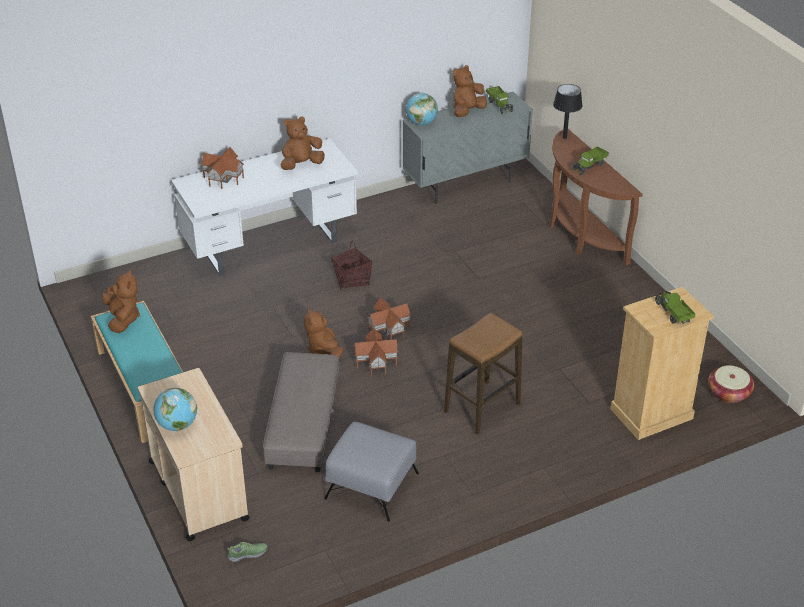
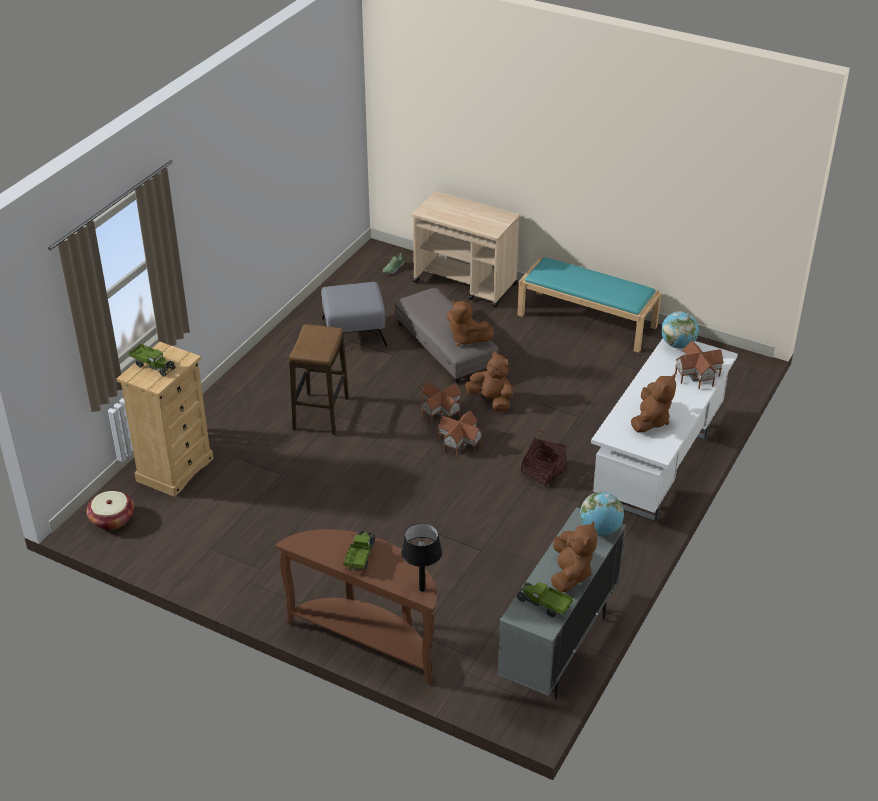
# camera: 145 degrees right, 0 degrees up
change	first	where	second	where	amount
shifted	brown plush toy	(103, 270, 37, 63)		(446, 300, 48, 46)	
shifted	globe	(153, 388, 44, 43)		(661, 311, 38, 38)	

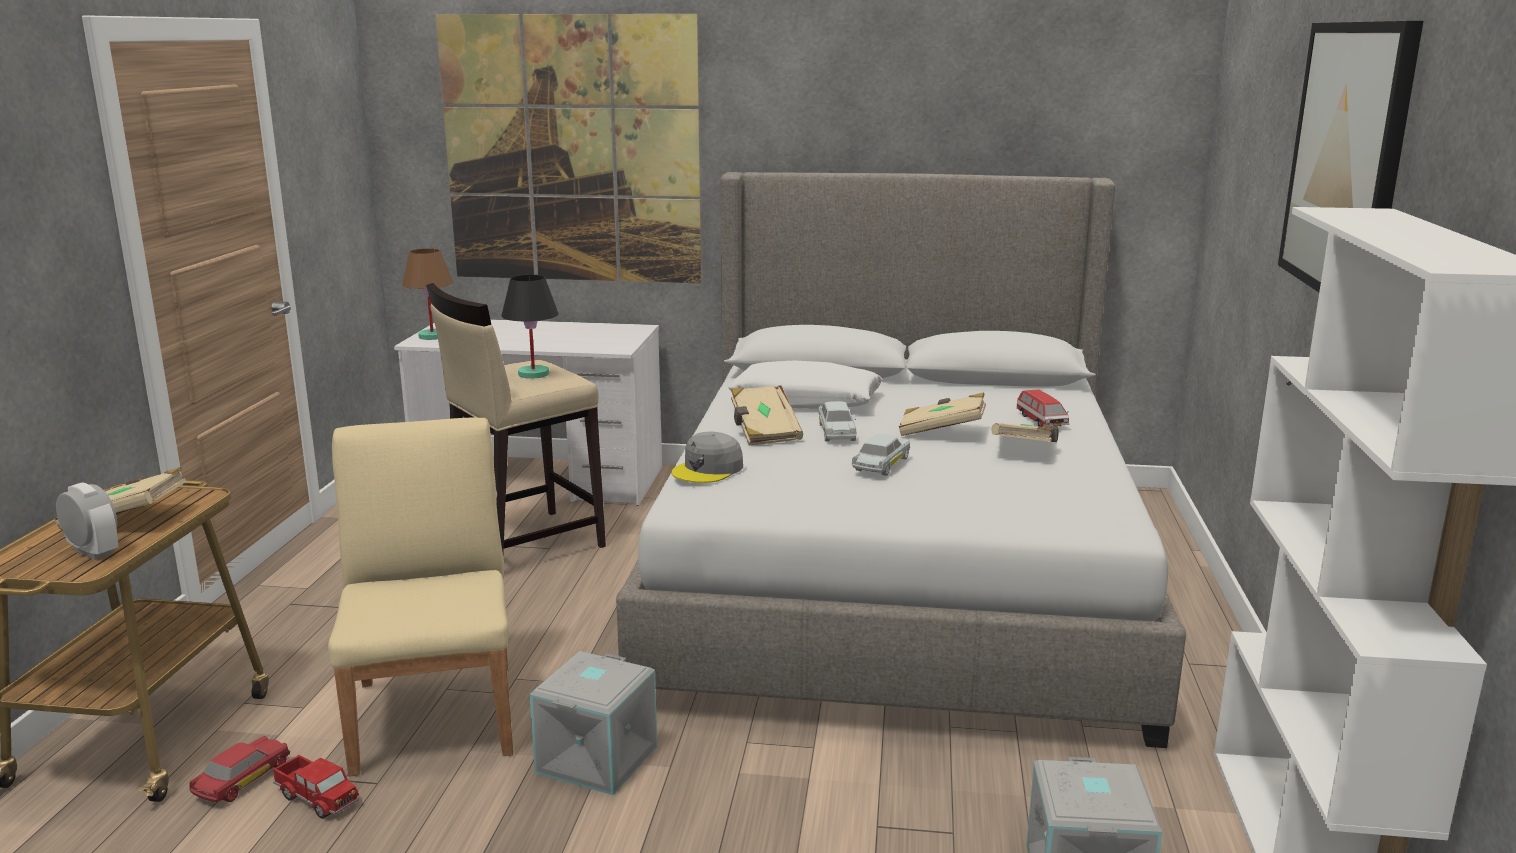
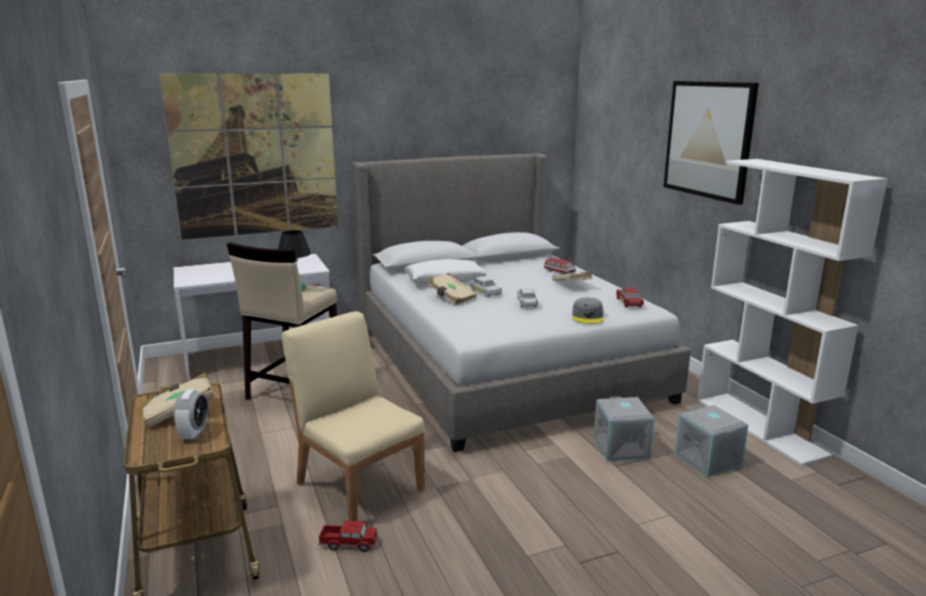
# camera: 30 degrees left, 0 degrees up
change	first	where	second	where	amount
rotated	alarm clock	(56, 482, 62, 78)		(173, 389, 35, 52)	90 degrees clockwise
shifted	grey cap	(671, 431, 72, 52)		(572, 297, 32, 27)	
shifted	grey storage box	(529, 651, 128, 144)		(594, 396, 61, 65)	
shifted	red toy car	(190, 736, 100, 66)		(616, 288, 28, 20)	
gone	brown table lamp	(402, 248, 51, 92)			
gone	beige book	(899, 393, 87, 43)			

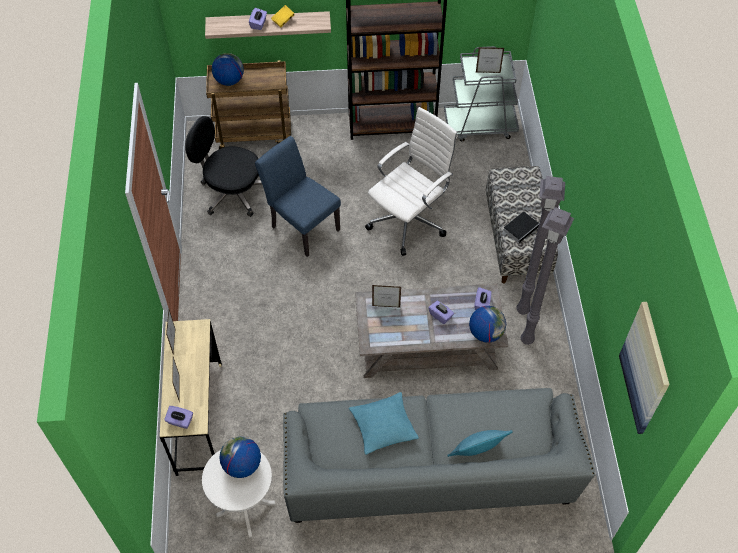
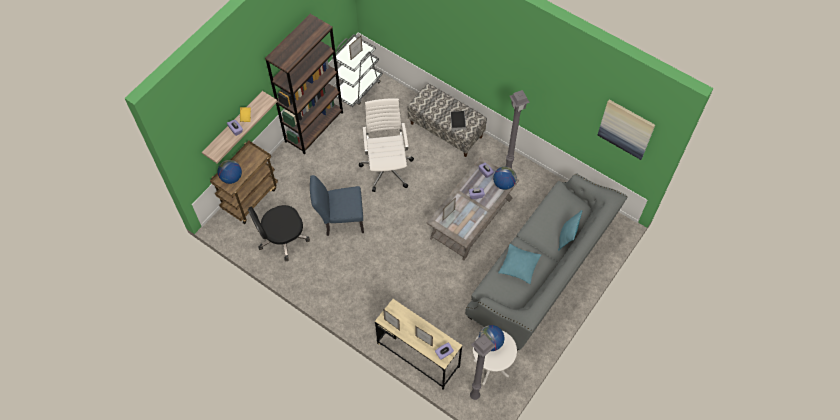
# camera: 50 degrees left, 5 degrees up
change	first	where	second	where	amount
shifted	grey floor lamp	(516, 176, 49, 139)		(470, 334, 25, 66)	

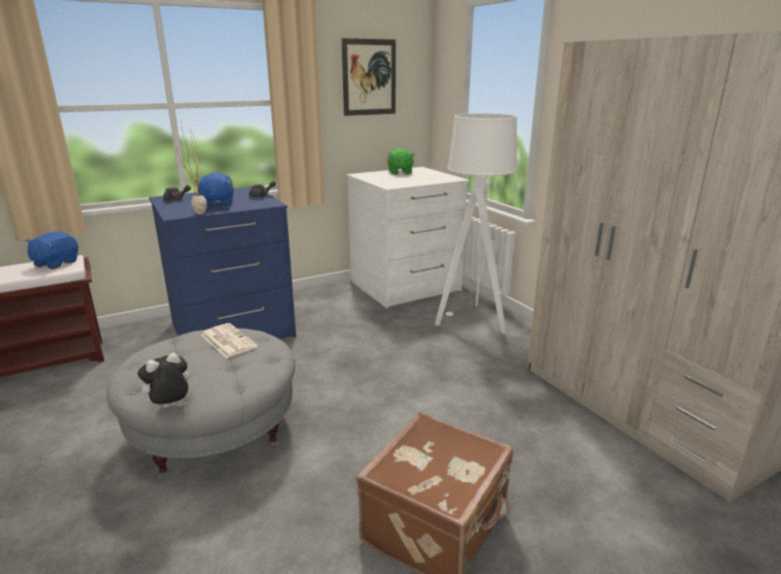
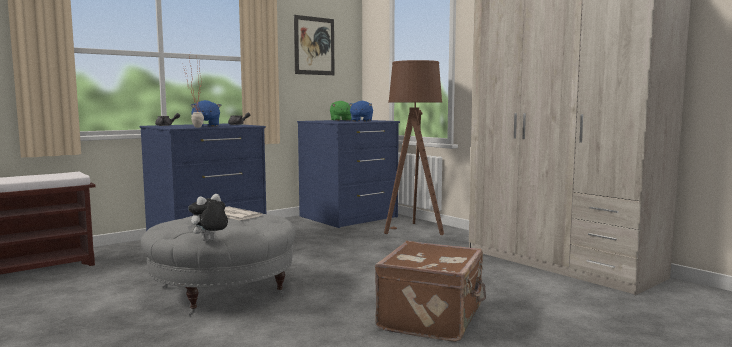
# camera: 10 degrees left, 15 degrees down
change	first	where	second	where	amount
repainted	white dresser	(347, 167, 122, 141)	blue dresser	(297, 120, 103, 108)	
shifted	blue plush toy	(25, 231, 53, 38)		(349, 101, 24, 21)	
repainted	white floor lamp	(435, 113, 83, 220)	brown floor lamp	(384, 60, 60, 175)	

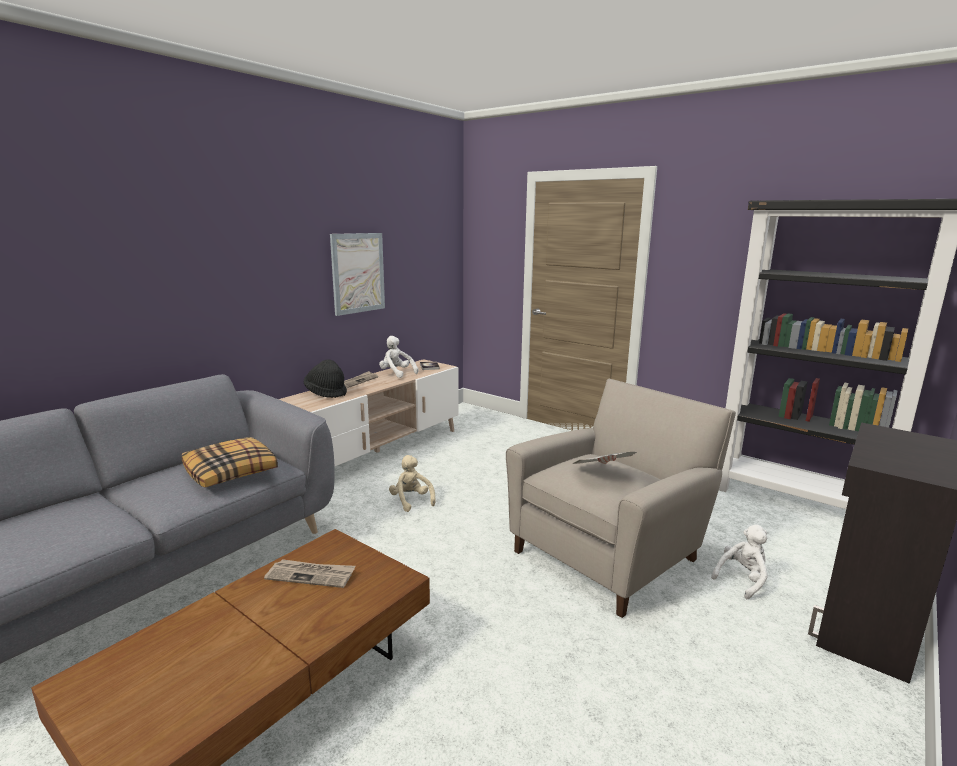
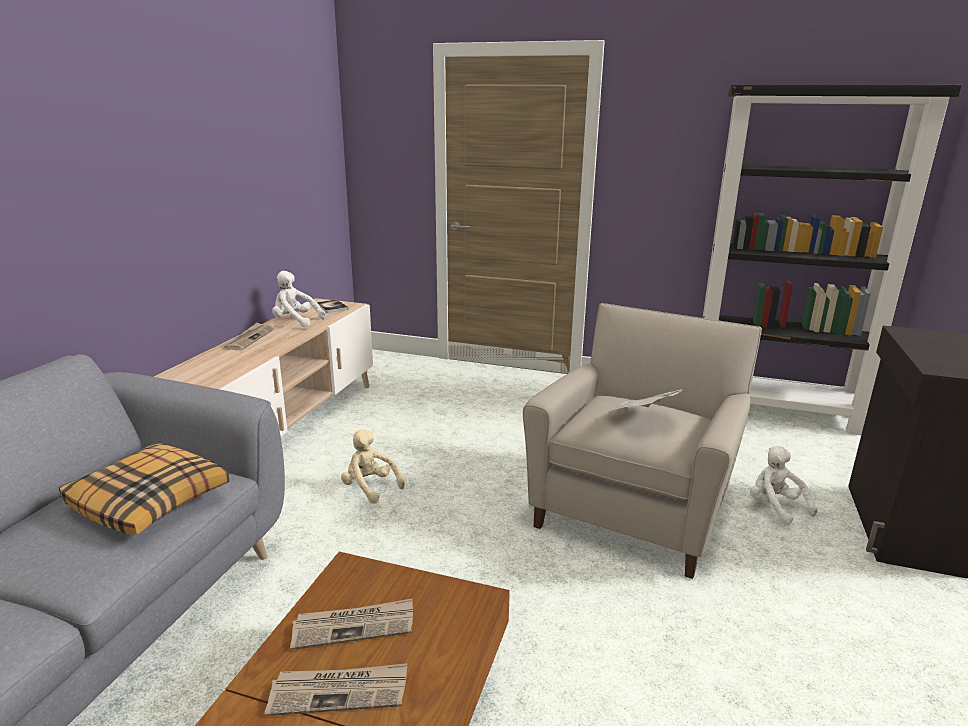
# camera: 20 degrees left, 5 degrees up
change	first	where	second	where	amount
new			newspaper	(265, 663, 142, 53)	
rotated	white plush toy	(711, 524, 57, 75)		(750, 446, 67, 79)	60 degrees counterclockwise
gone	black hat	(304, 359, 43, 39)			
gone	picture	(330, 233, 55, 83)			

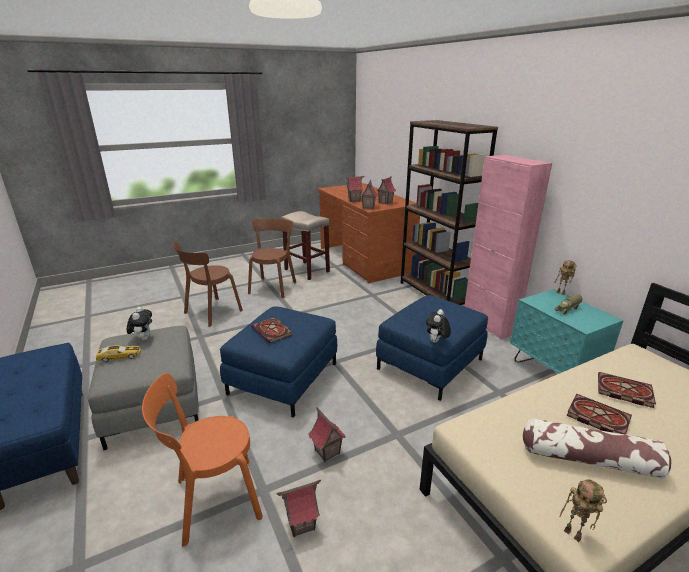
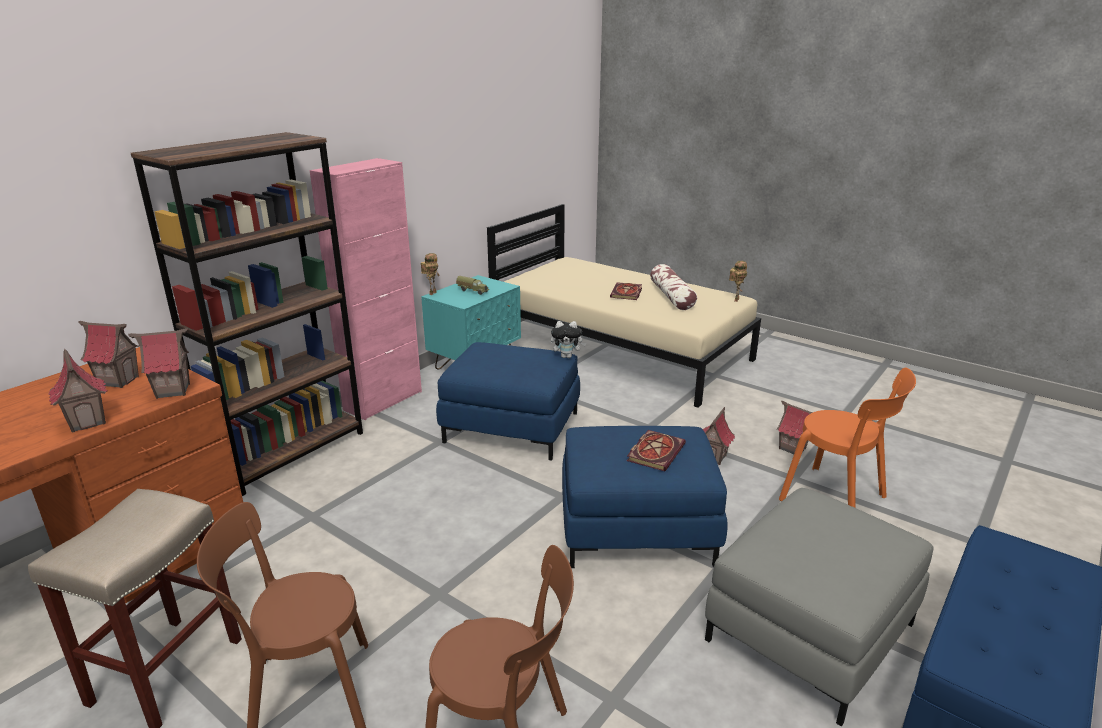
# camera: 115 degrees left, 0 degrees up
change	first	where	second	where	amount
gone	toy car	(96, 345, 45, 17)			
gone	plush toy	(127, 307, 25, 33)			
gone	book	(598, 372, 58, 36)			

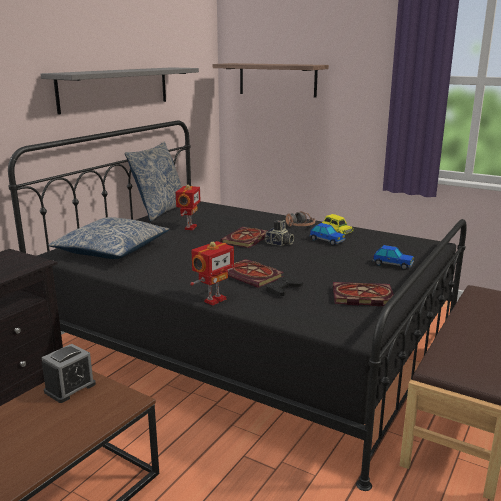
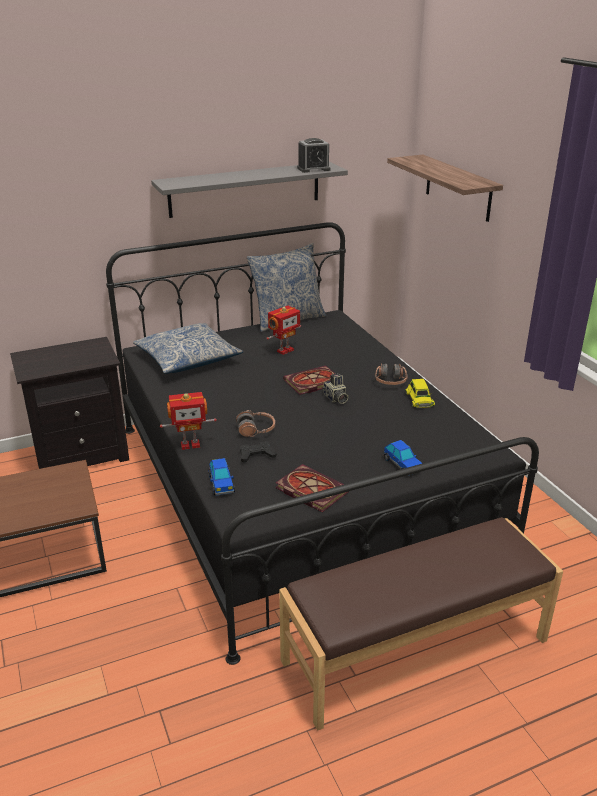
# camera: 35 degrees right, 10 degrees up
change	first	where	second	where	amount
shifted	toy car	(310, 223, 35, 23)		(208, 458, 27, 37)	
swapped	book	(228, 259, 56, 29)	headphones	(236, 410, 39, 27)	
shifted	alarm clock	(42, 344, 54, 59)		(297, 138, 33, 35)	

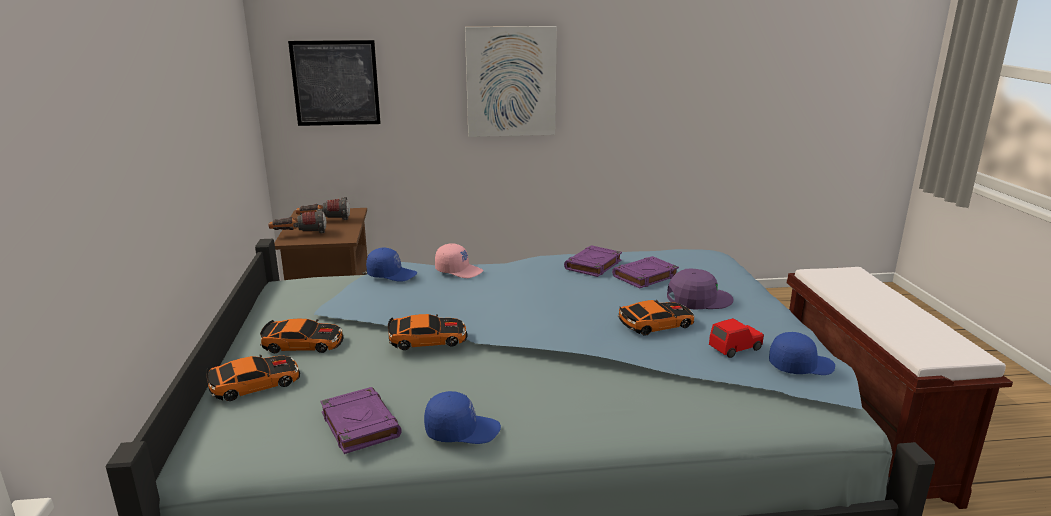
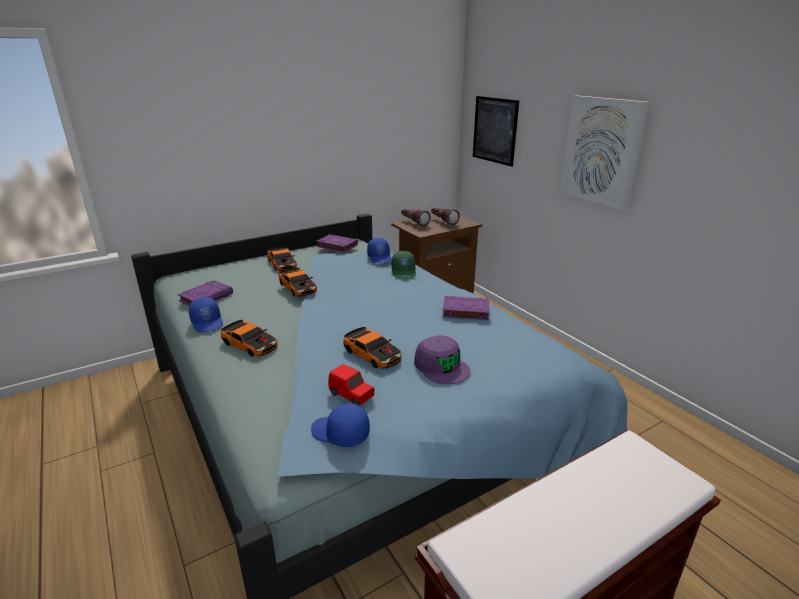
# camera: 65 degrees right, 5 degrees up
change	first	where	second	where	amount
shifted	toy car	(206, 355, 94, 46)		(221, 320, 56, 36)	
rotated	blue cap	(769, 332, 66, 43)		(311, 403, 59, 44)	150 degrees clockwise
shifted	purple book	(612, 256, 67, 33)		(316, 234, 42, 18)	
repainted	pink cap	(435, 243, 48, 35)	green cap	(391, 251, 25, 27)	

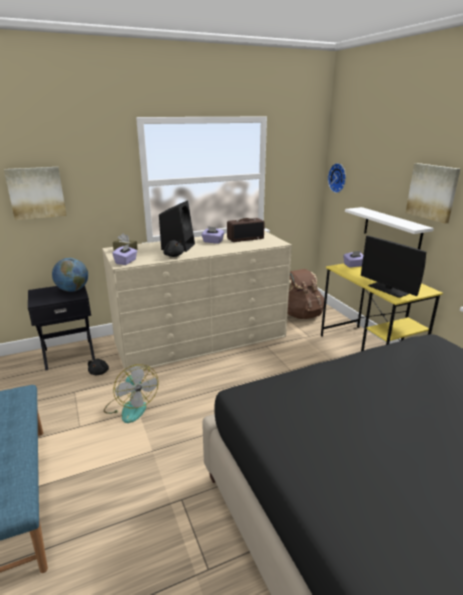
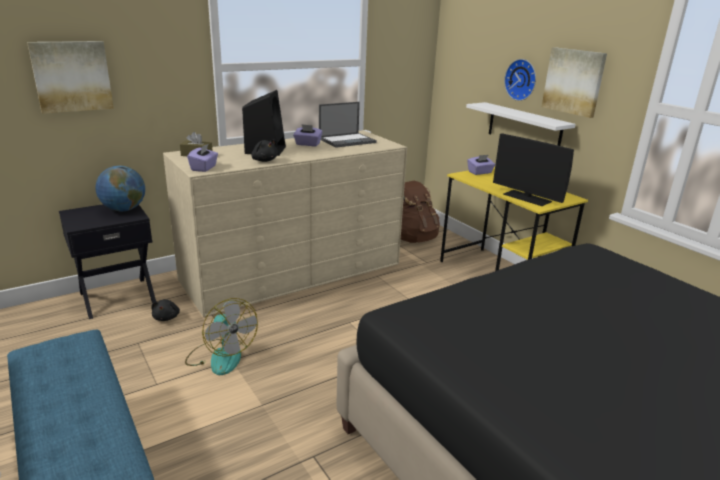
# camera: 10 degrees left, 0 degrees up
change	first	where	second	where	amount
swapped	radio	(227, 218, 38, 24)	laptop	(319, 102, 58, 46)	
shifted	wall clock	(328, 163, 18, 30)		(504, 59, 32, 42)	

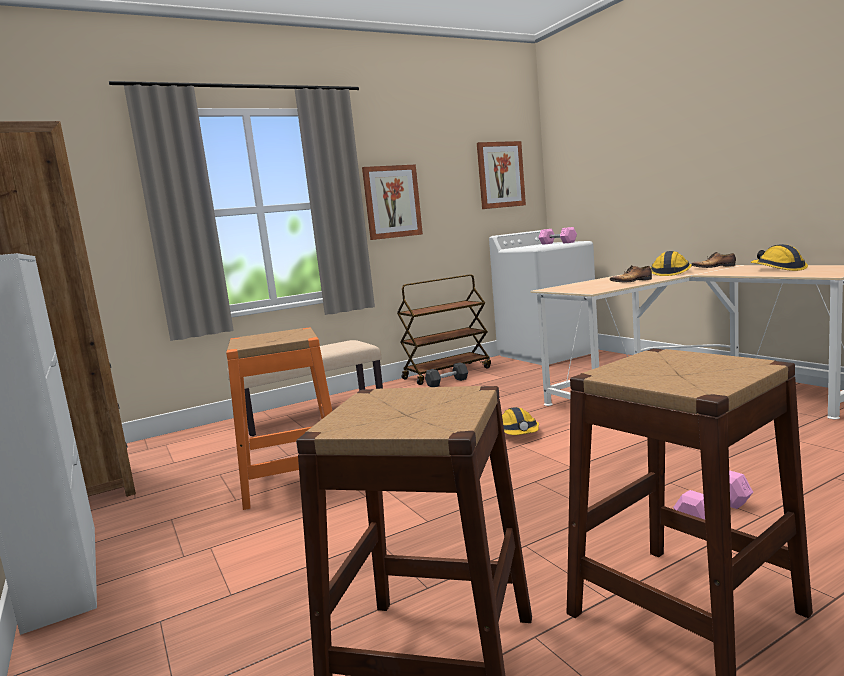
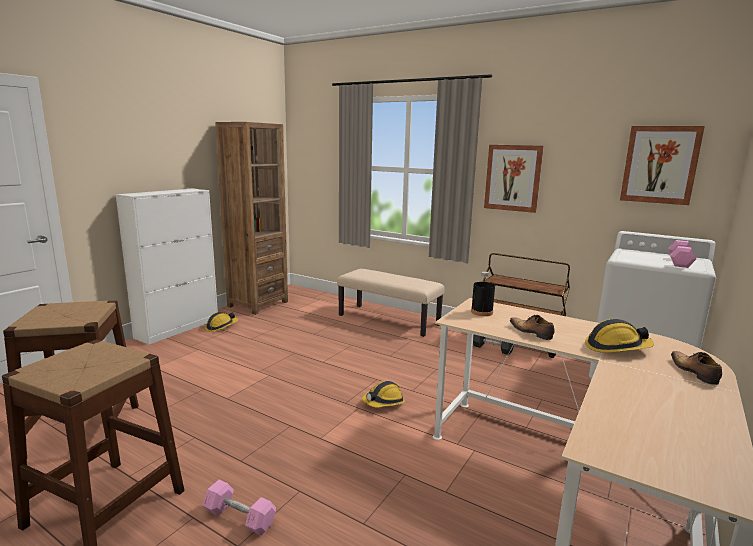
# camera: 60 degrees right, 5 degrees up
change	first	where	second	where	amount
shifted	hard hat	(751, 244, 57, 27)		(205, 312, 33, 20)	
new			black bottle	(471, 272, 24, 44)	
gone	orange stool	(226, 327, 106, 183)			

